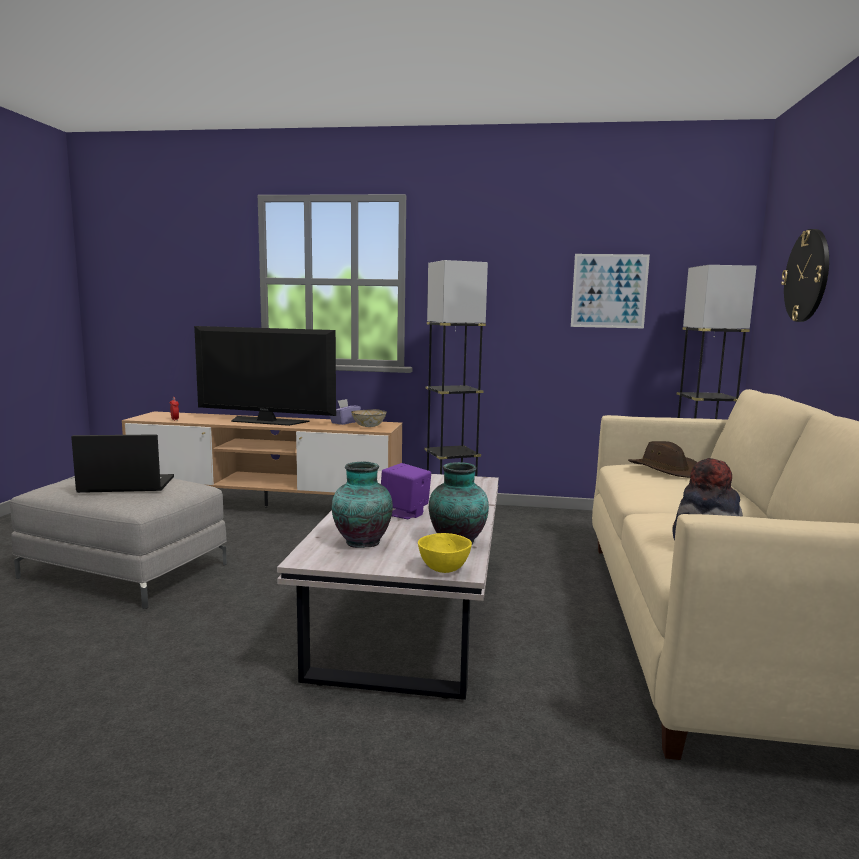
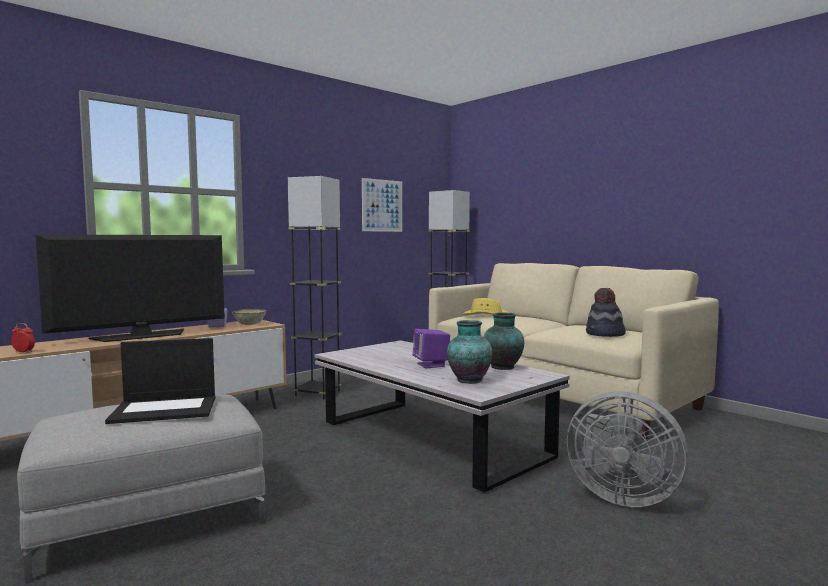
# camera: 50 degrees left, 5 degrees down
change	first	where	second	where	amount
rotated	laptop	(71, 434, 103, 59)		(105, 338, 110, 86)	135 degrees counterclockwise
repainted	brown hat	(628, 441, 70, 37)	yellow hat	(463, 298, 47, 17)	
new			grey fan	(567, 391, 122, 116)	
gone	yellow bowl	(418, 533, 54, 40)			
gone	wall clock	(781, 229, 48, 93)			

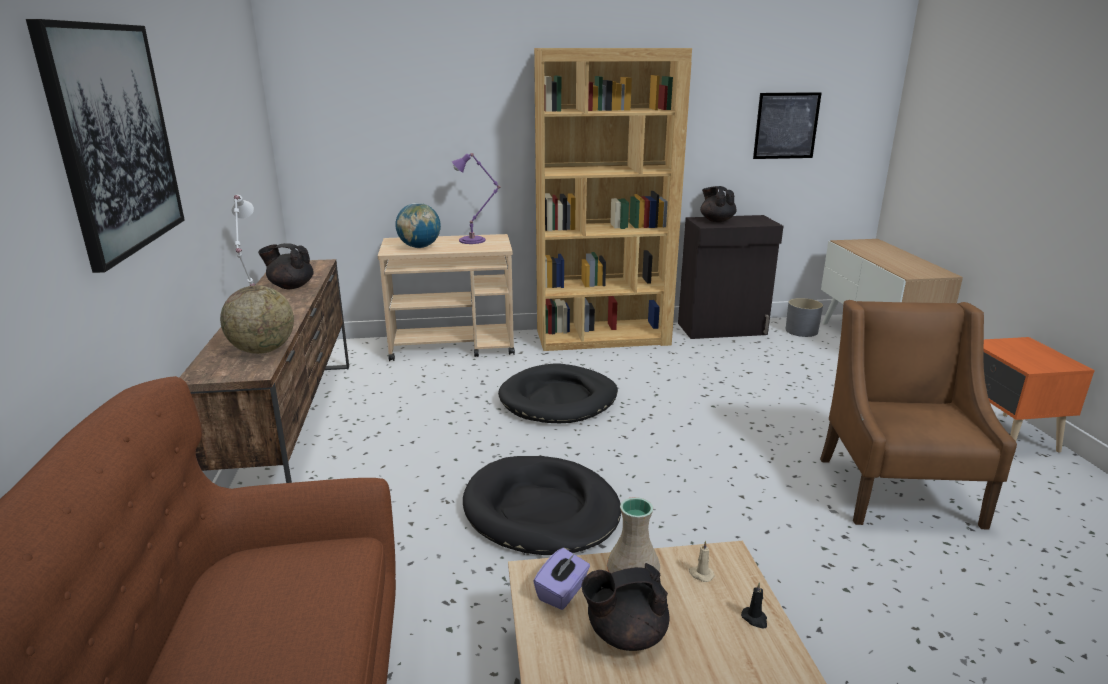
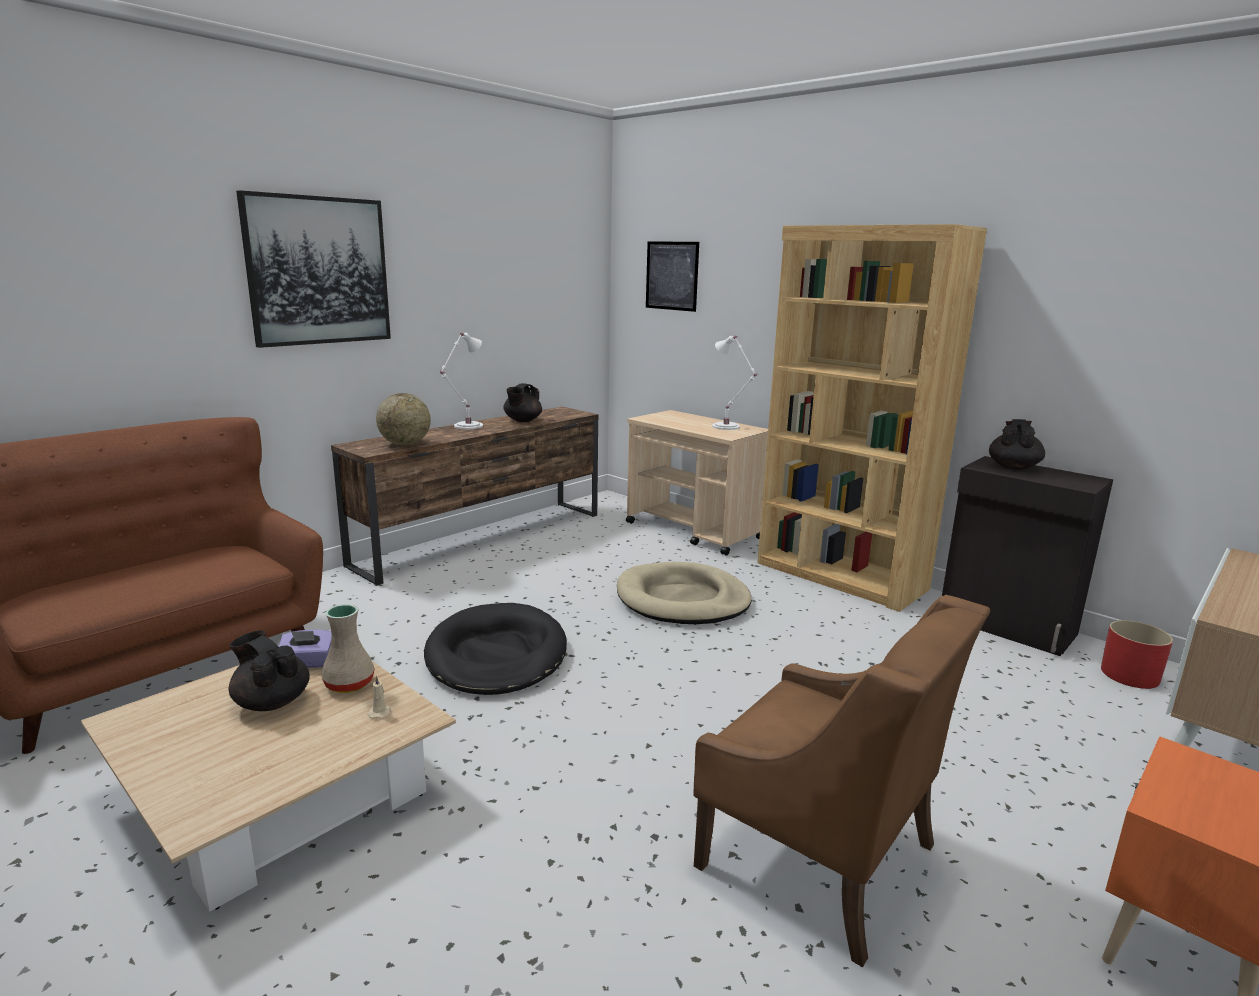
# camera: 50 degrees right, 5 degrees down
change	first	where	second	where	amount
rotated	black teapot	(258, 243, 55, 46)		(503, 383, 39, 39)	120 degrees counterclockwise
repainted	black dog bed	(498, 364, 120, 59)	beige dog bed	(617, 562, 135, 62)	
shifted	picture	(753, 92, 69, 67)		(646, 241, 53, 71)	
rotated	brown armchair	(820, 300, 197, 230)		(693, 595, 297, 372)	75 degrees clockwise
repainted	purple table lamp	(452, 153, 49, 91)	white table lamp	(712, 335, 46, 95)	
repainted	grey planter	(786, 298, 37, 39)	red planter	(1101, 620, 72, 69)	
gone	globe	(395, 203, 46, 45)			
gone	black candle	(741, 582, 26, 47)			

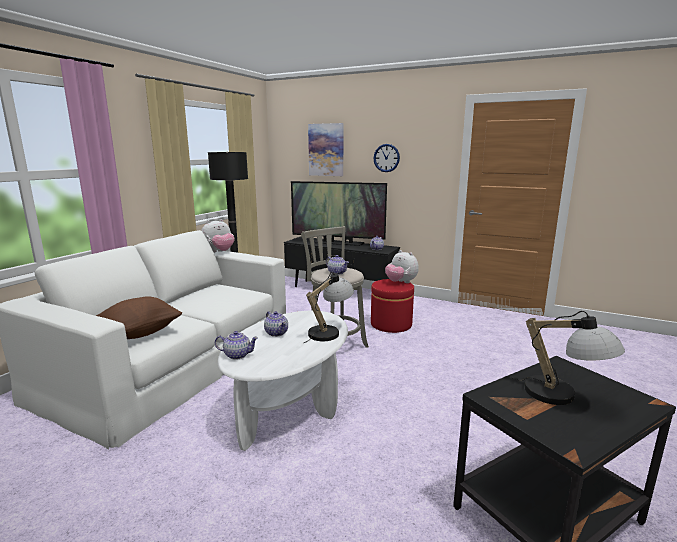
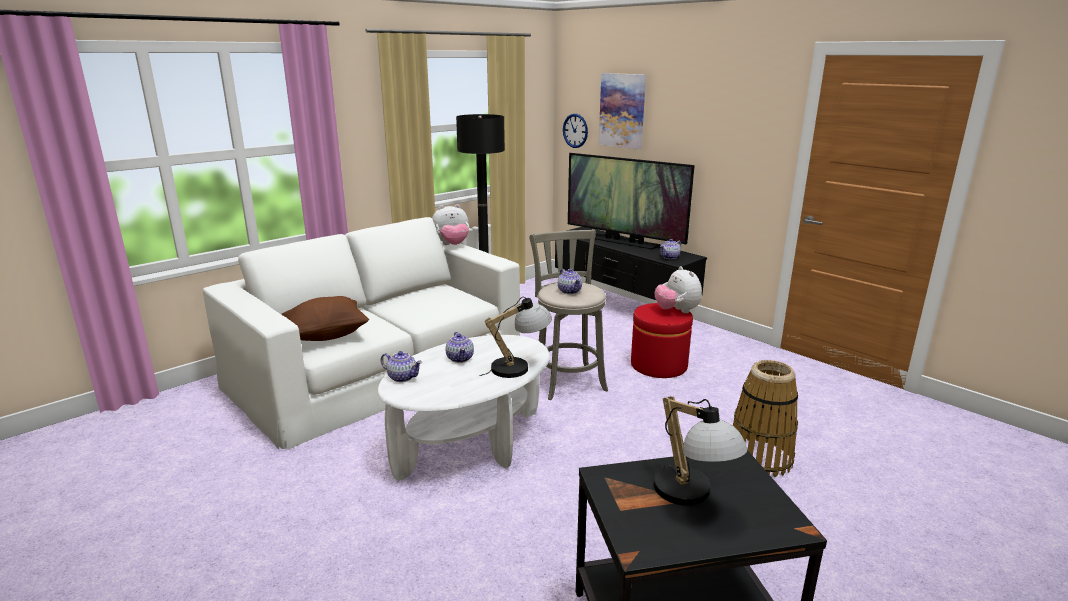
# camera: 20 degrees right, 5 degrees up
change	first	where	second	where	amount
shifted	wall clock	(374, 144, 26, 28)		(563, 114, 25, 34)	
new			basket	(733, 360, 65, 117)	

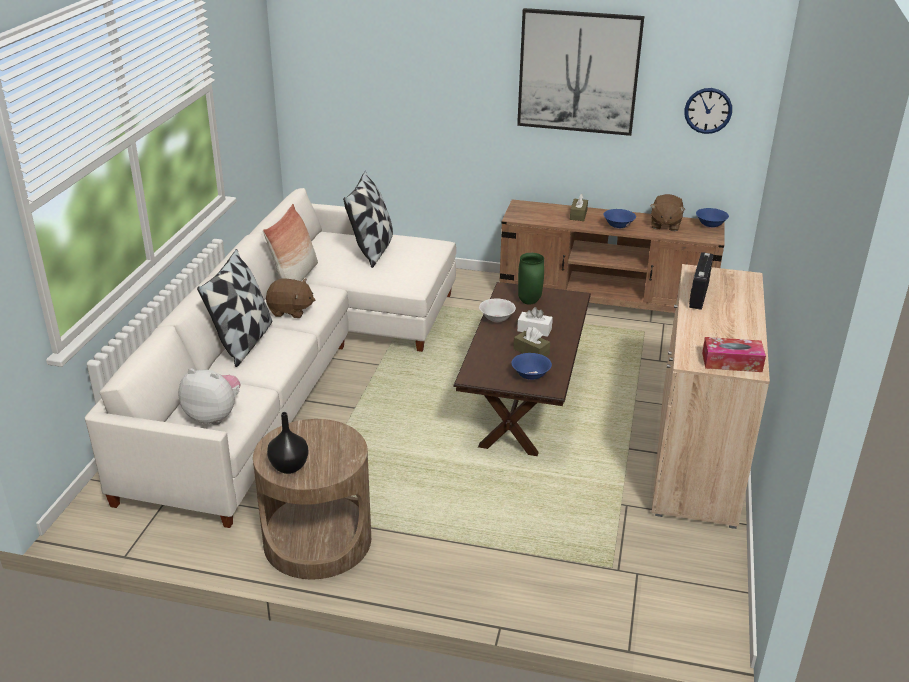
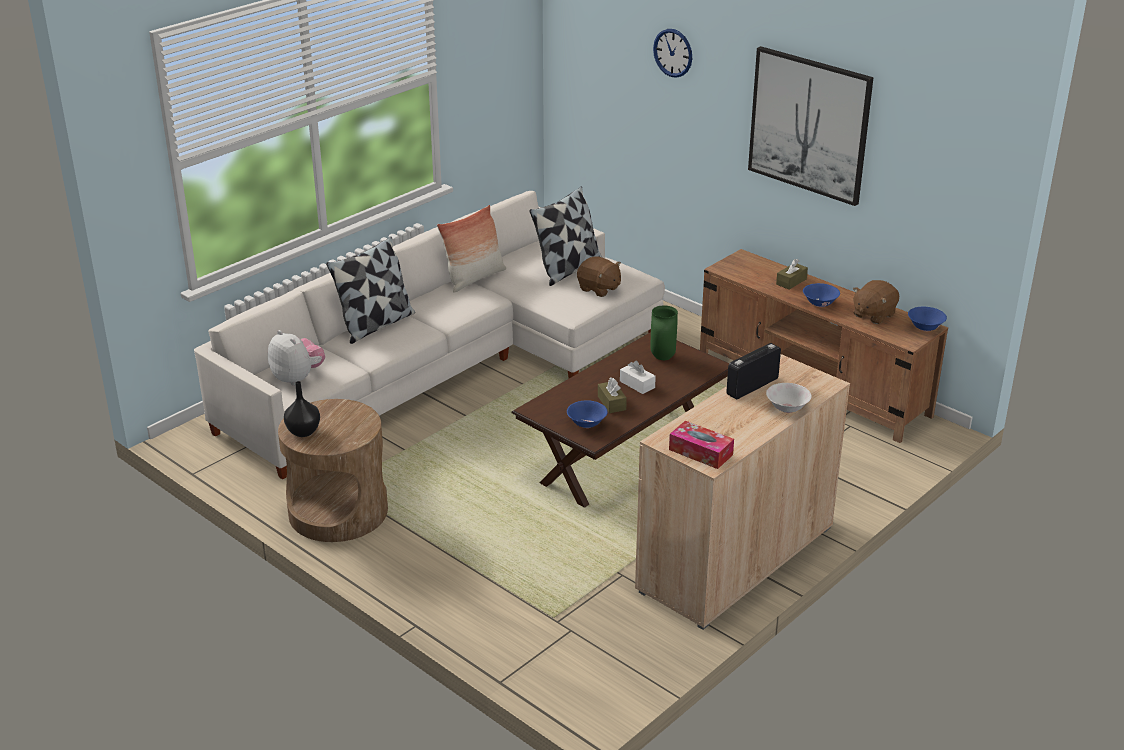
# camera: 30 degrees right, 0 degrees up
change	first	where	second	where	amount
shifted	brown plush toy	(266, 278, 49, 40)		(577, 256, 44, 41)	
shifted	wall clock	(684, 88, 48, 46)		(653, 29, 39, 49)	
shifted	white bowl	(479, 299, 37, 24)		(766, 383, 46, 30)	

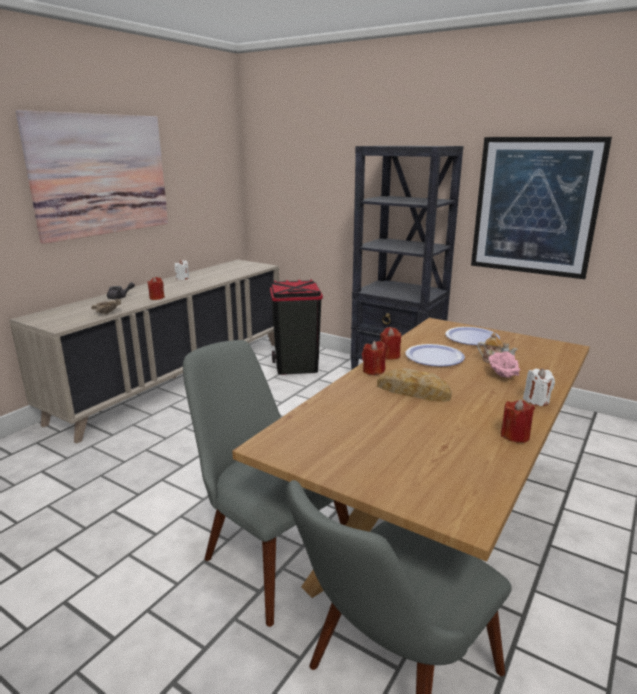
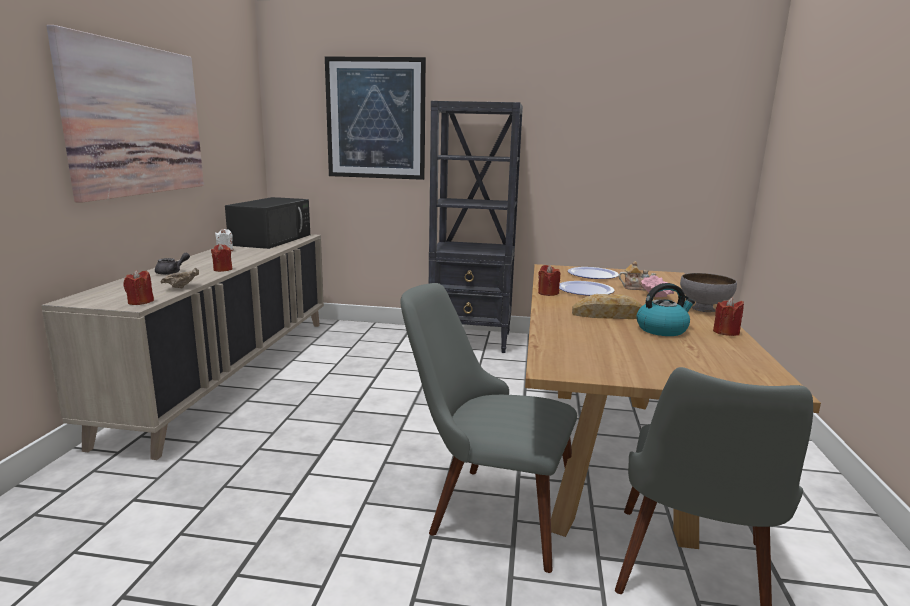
# camera: 25 degrees left, 5 degrees down
change	first	where	second	where	amount
shifted	red candle	(362, 341, 24, 34)		(123, 270, 31, 35)	
new			black microwave	(225, 197, 85, 52)	
shifted	picture	(471, 137, 141, 142)		(325, 56, 101, 124)	
new			kettle	(637, 283, 58, 53)	
swapped	white candle	(523, 368, 32, 38)	grey bowl	(680, 273, 57, 39)	
gone	black trash can	(270, 279, 53, 96)			

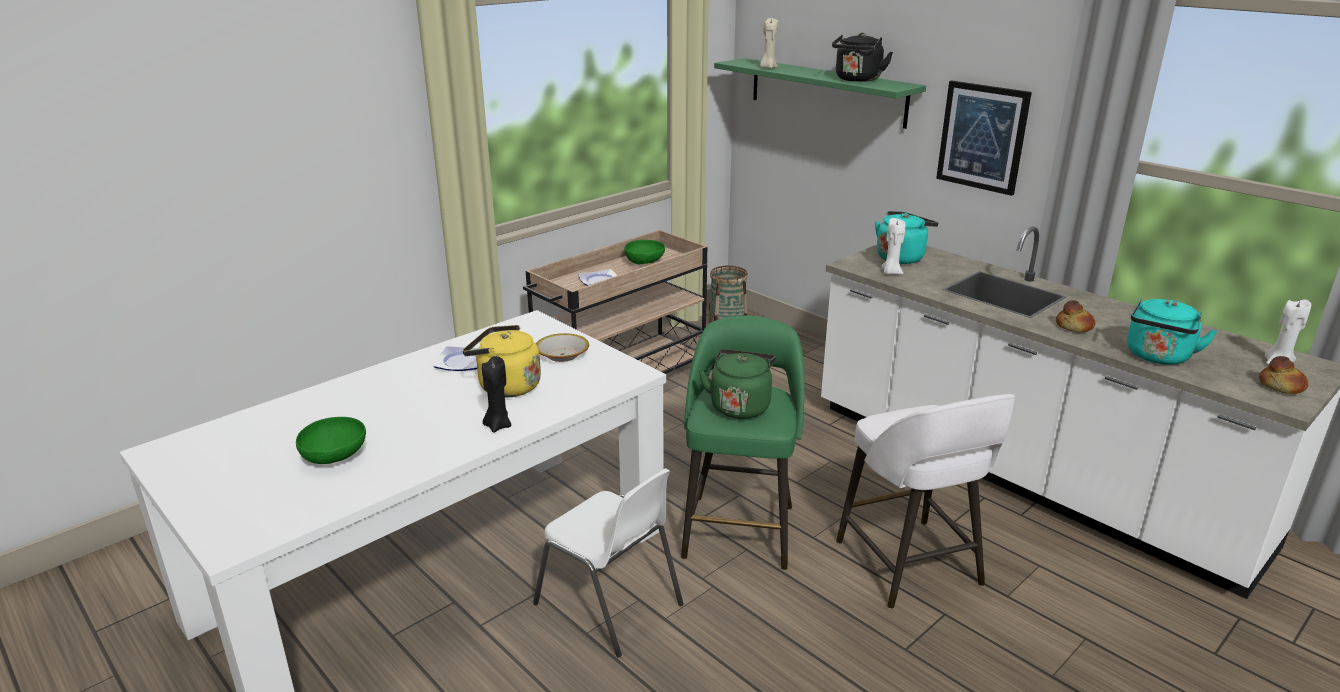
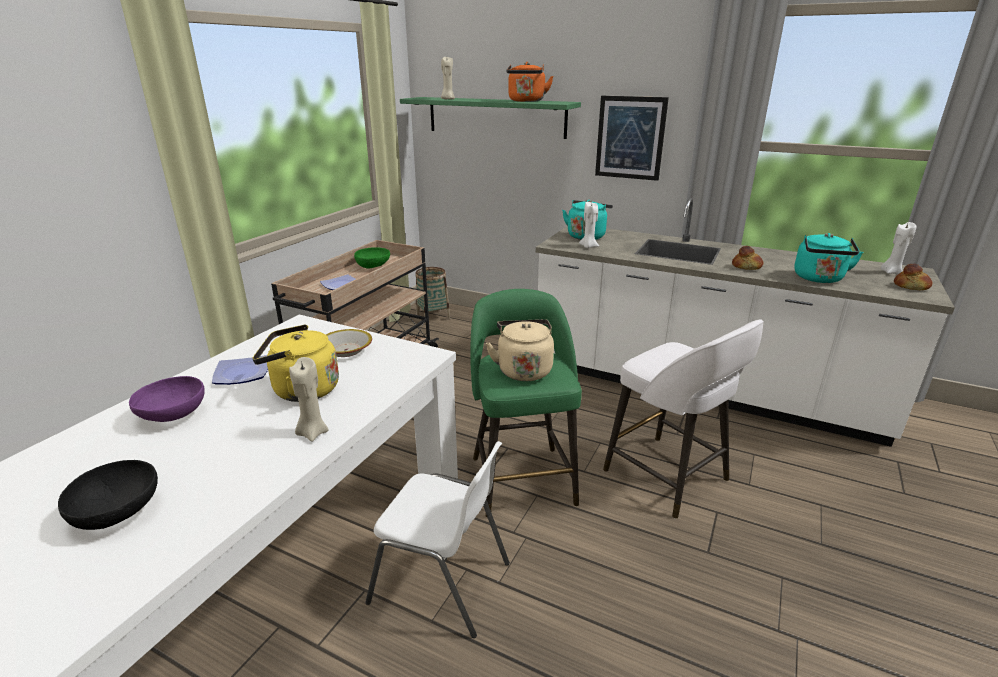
# camera: 20 degrees left, 0 degrees up
change	first	where	second	where	amount
repainted	green bowl	(296, 417, 70, 47)	black bowl	(58, 460, 100, 70)	
new			purple bowl	(129, 376, 76, 46)	
repainted	black candle	(482, 356, 29, 77)	beige candle	(289, 357, 40, 85)	
repainted	green kettle	(699, 349, 77, 70)	beige kettle	(486, 319, 68, 62)	
repainted	black kettle	(832, 33, 61, 49)	orange kettle	(507, 62, 47, 40)	

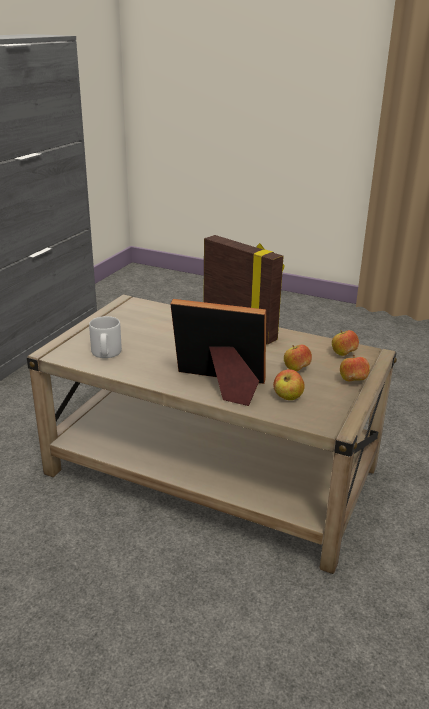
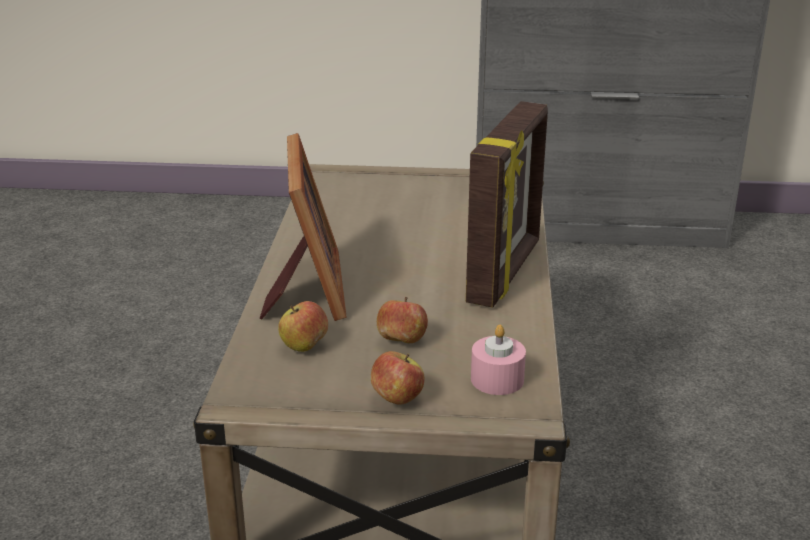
# camera: 70 degrees right, 0 degrees up
change	first	where	second	where	amount
swapped	apple	(332, 330, 27, 26)	pink candle	(471, 325, 55, 70)	
gone	grey mug	(89, 316, 33, 42)			

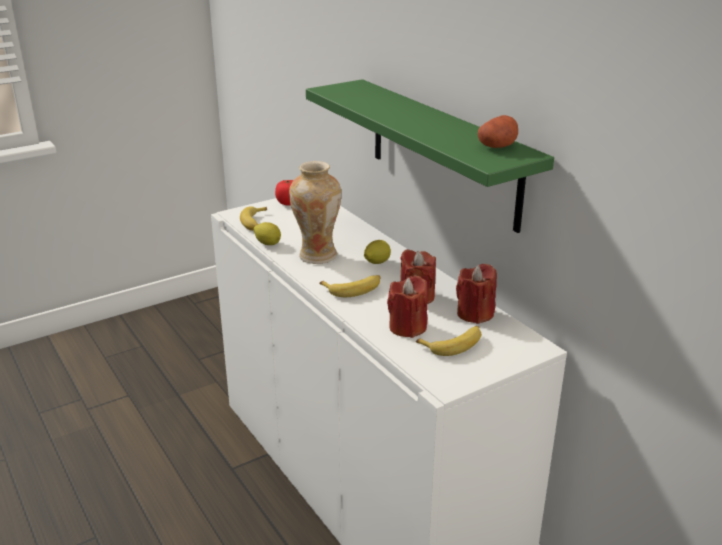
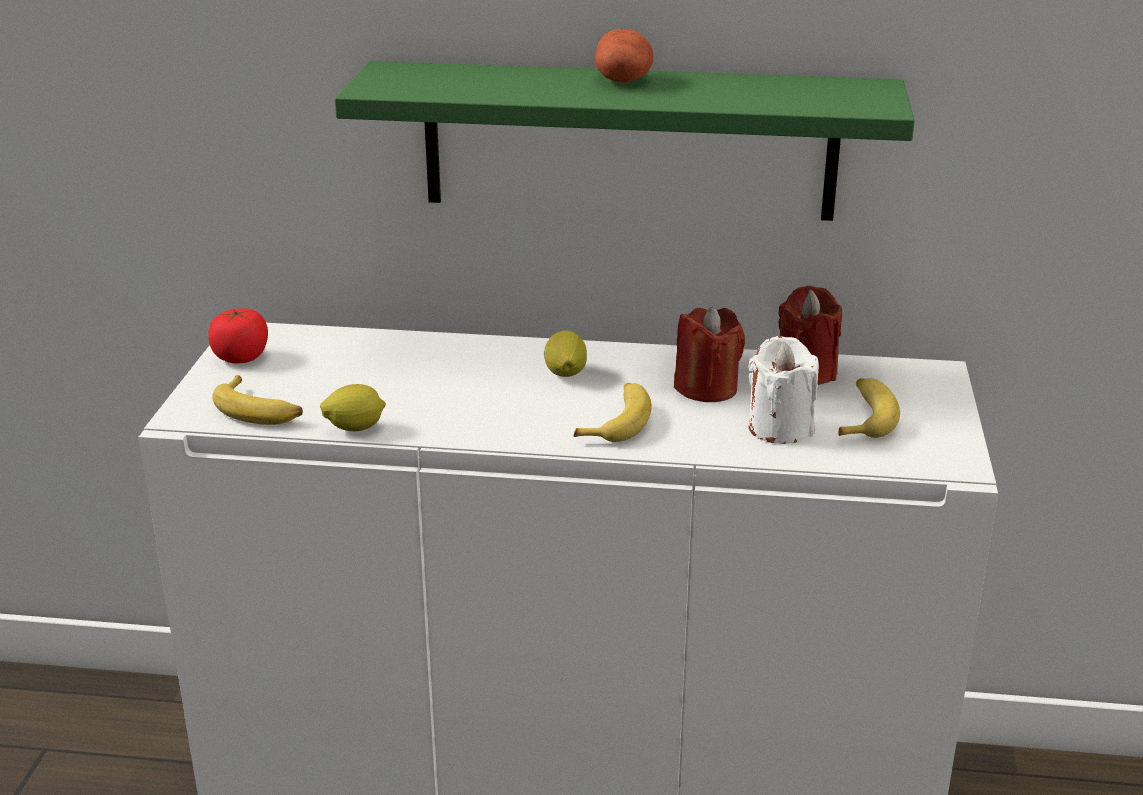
# camera: 50 degrees left, 0 degrees up
change	first	where	second	where	amount
shifted	potato	(478, 115, 40, 33)		(595, 29, 58, 53)	
repainted	red candle	(387, 275, 41, 63)	white candle	(748, 336, 71, 108)	
gone	vase	(289, 161, 52, 103)			

